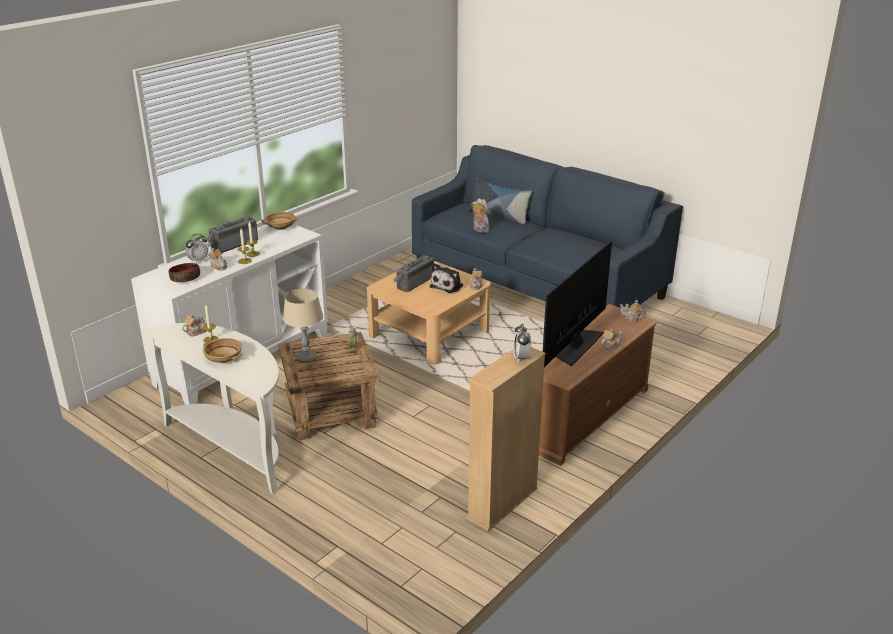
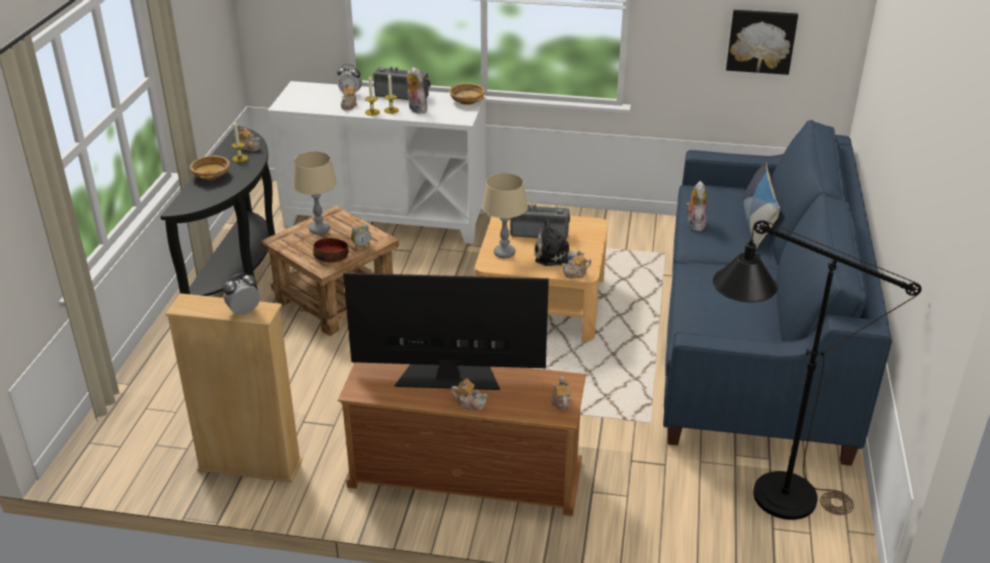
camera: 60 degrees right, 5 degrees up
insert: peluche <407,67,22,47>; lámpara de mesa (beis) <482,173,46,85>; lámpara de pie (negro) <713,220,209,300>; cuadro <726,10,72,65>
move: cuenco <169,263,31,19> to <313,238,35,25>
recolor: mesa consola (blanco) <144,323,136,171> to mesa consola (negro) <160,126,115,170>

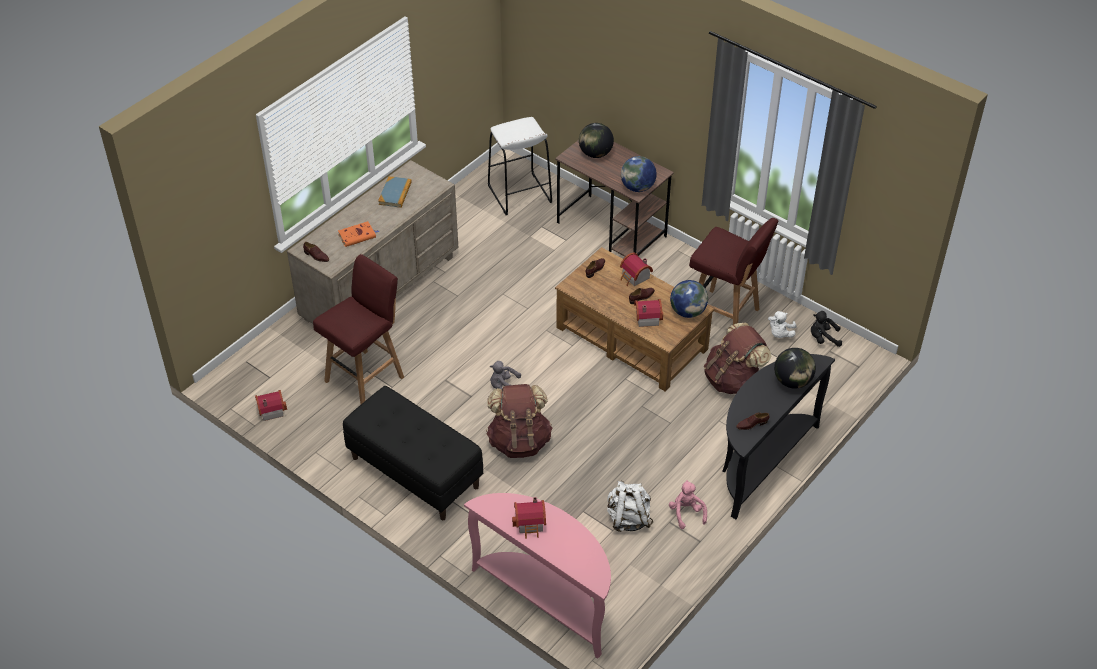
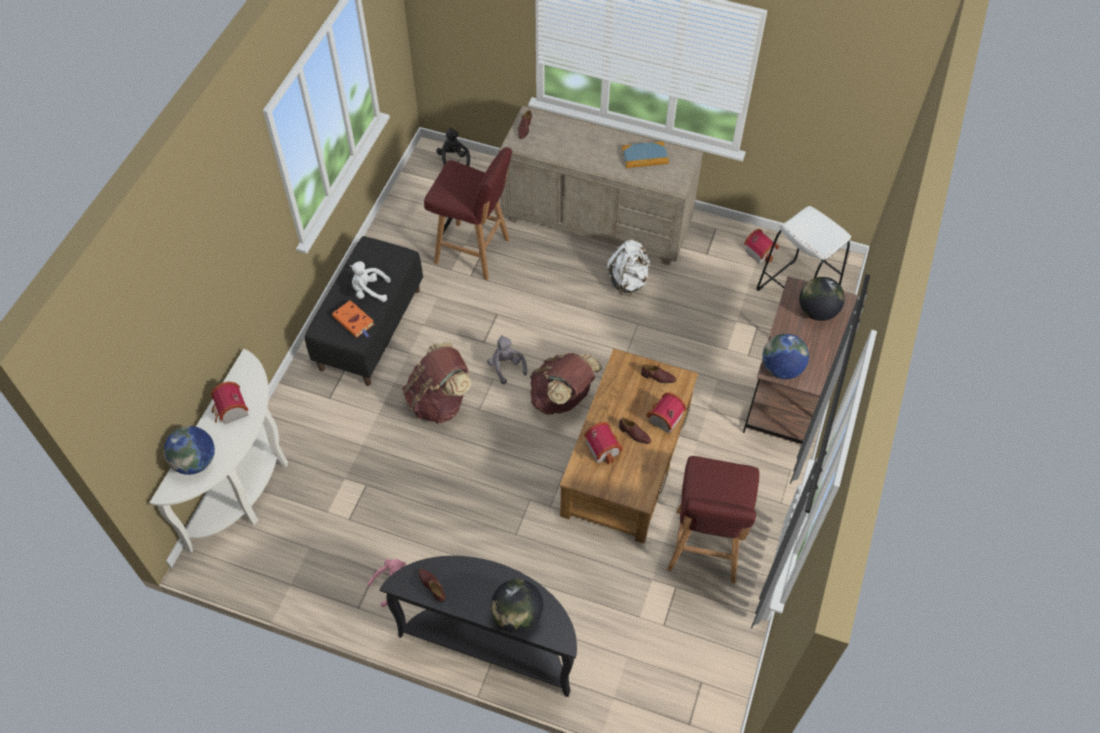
camera: 70 degrees right, 10 degrees up
move: casita <255,390,32,31> to <744,229,35,35>; libro (naranja) <338,221,41,26> to <332,300,42,38>; mochila (blanco) <607,481,46,51> to <606,240,44,56>; globo terráqueo <670,280,38,38> to <164,426,51,49>; mochila (marrón) <704,323,67,71> to <530,353,72,62>; peluche (blanco) <768,311,28,27> to <350,261,41,41>; peluche (negro) <811,311,31,36> to <436,128,34,38>
recolor: mesa consola (rosa) <464,493,147,166> to mesa consola (blanco) <149,349,139,204>

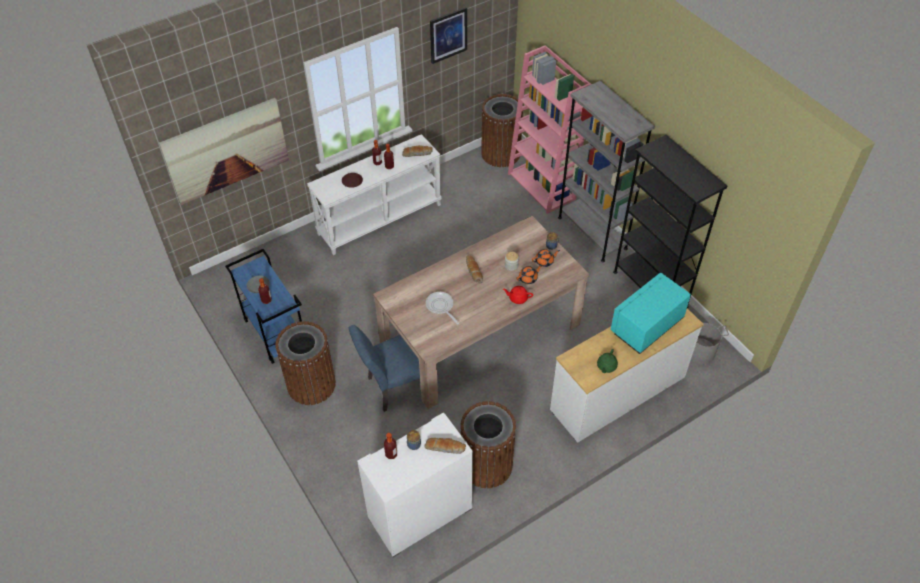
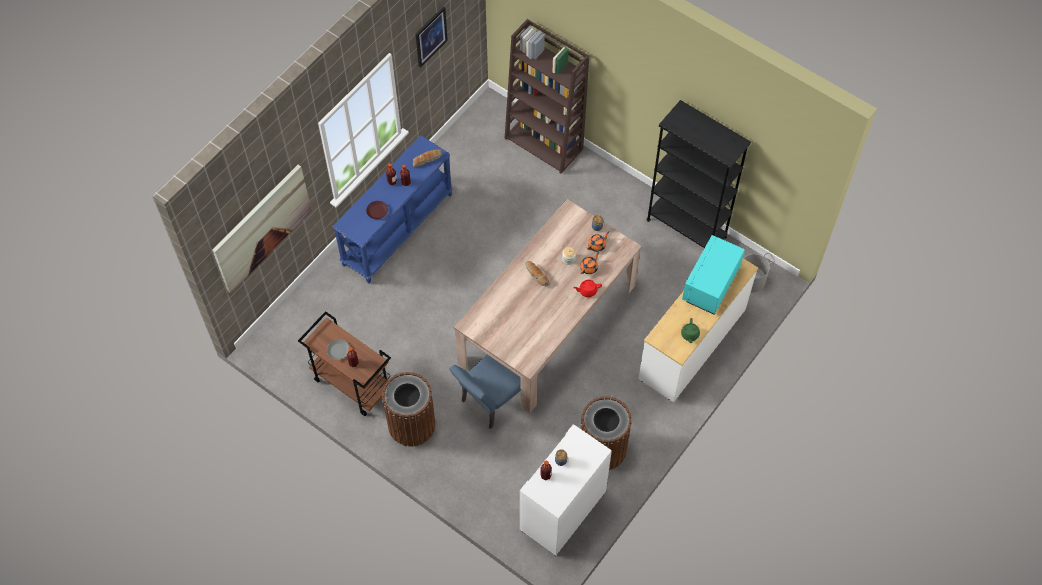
camera: 20 degrees left, 10 degrees up
delete: pan <424,438,42,16>; sartén <426,292,33,33>; papelera (marrón) <481,94,43,73>; estantería (gris) <558,81,97,181>
recolor: carrito (azul) <225,249,77,115> to carrito (marrón) <298,311,93,105>; mesa consola (blanco) <307,134,135,121> to mesa consola (azul) <332,135,121,149>; estantería (rosa) <508,45,83,169> to estantería (marrón) <504,19,85,155>

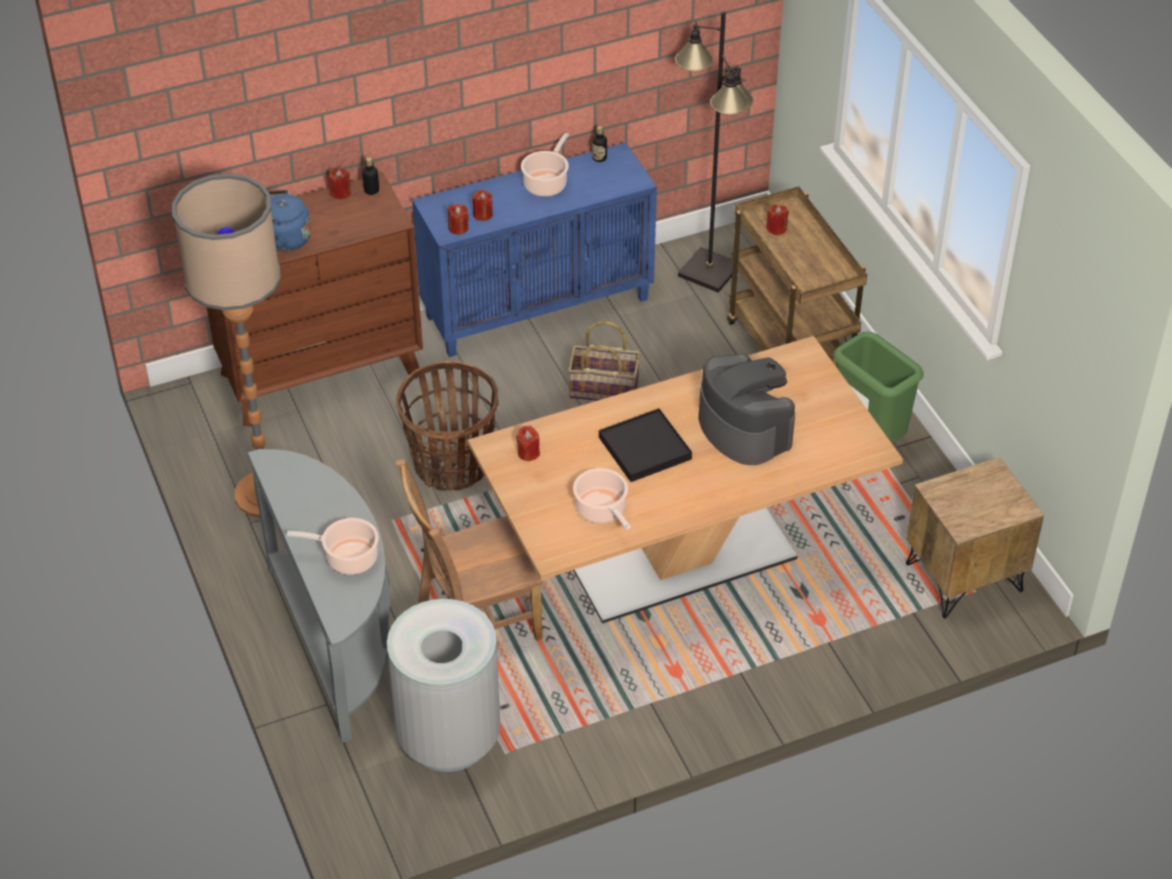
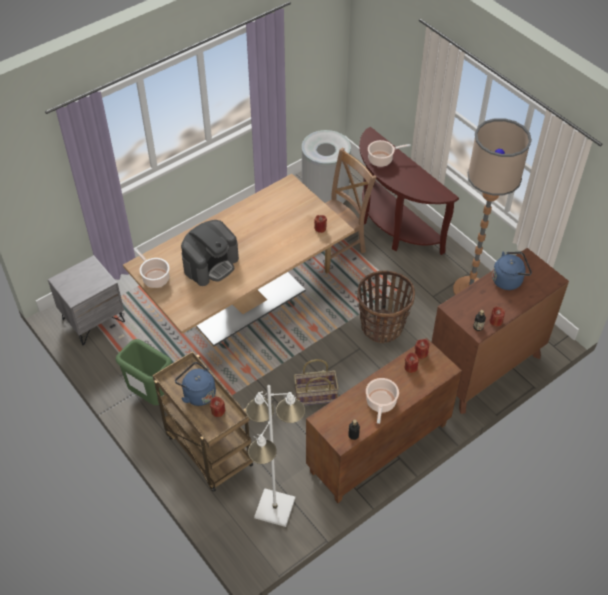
camera: 165 degrees right, 5 degrees up
delete: bandeja (negro) <599,408,93,74>
insert: hervidor (azul) <175,362,41,44>
move: olla <573,468,58,62> to <134,249,36,39>
recolor: mesa consola (gris) <248,449,142,294> to mesa consola (marrón) <359,127,100,128>; armario (azul) <412,143,245,214> to armario (marrón) <306,338,156,165>; lámpara de pie (negro) <675,11,78,282> to lámpara de pie (blanco) <246,385,59,142>; mesita de noche (marrón) <906,457,138,161> to mesita de noche (gris) <48,255,77,90>
rotate: cafetera <698,354,97,111> = <181,220,58,66> 90 degrees counterclockwise

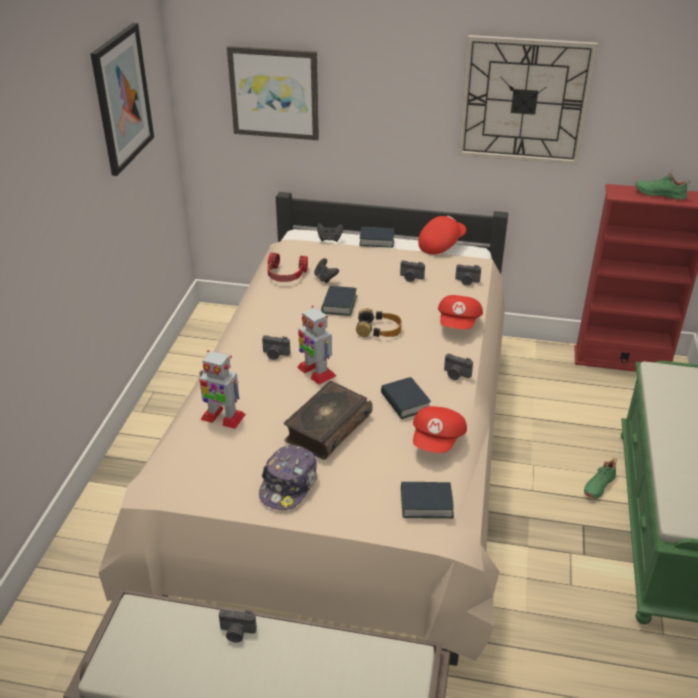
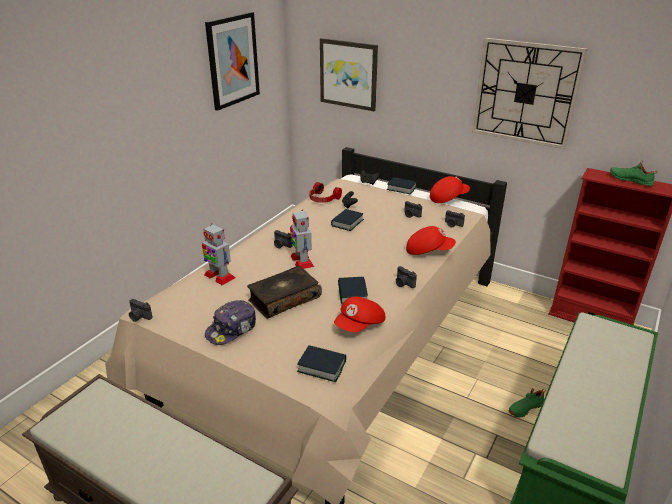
camera: 20 degrees right, 5 degrees down
delete: auriculares <356,308,46,29>
move: cámara <219,609,38,34> to <129,299,24,23>
rotate: gorra (rojo) <438,295,45,34> = <406,226,50,29> 120 degrees counterclockwise

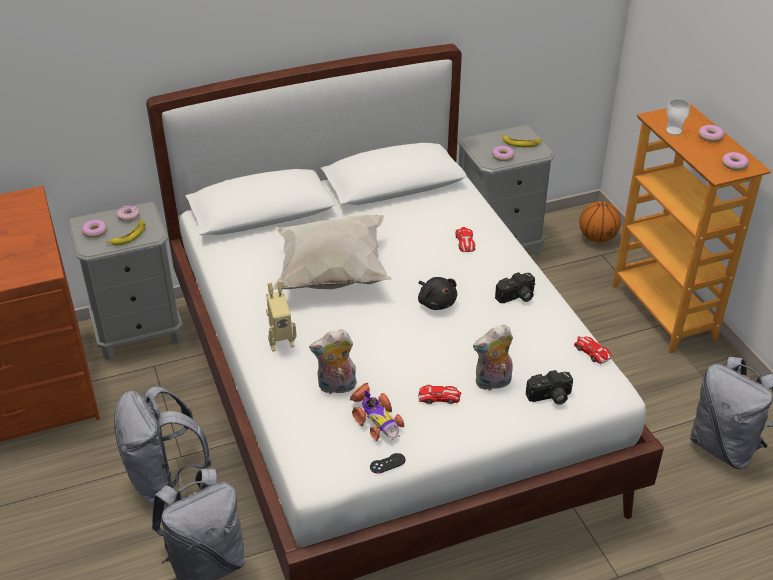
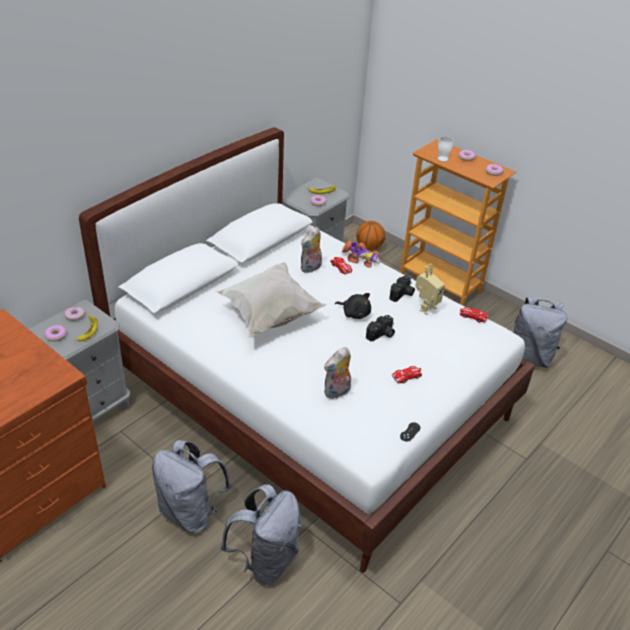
camera: 30 degrees left, 0 degrees up
move: robot de juguete <266,280,31,72> to <415,264,30,51>; coche de juguete <350,383,54,58> to <342,239,39,28>; peluche <473,325,40,65> to <300,227,22,46>; cámara <526,370,47,35> to <366,315,29,27>

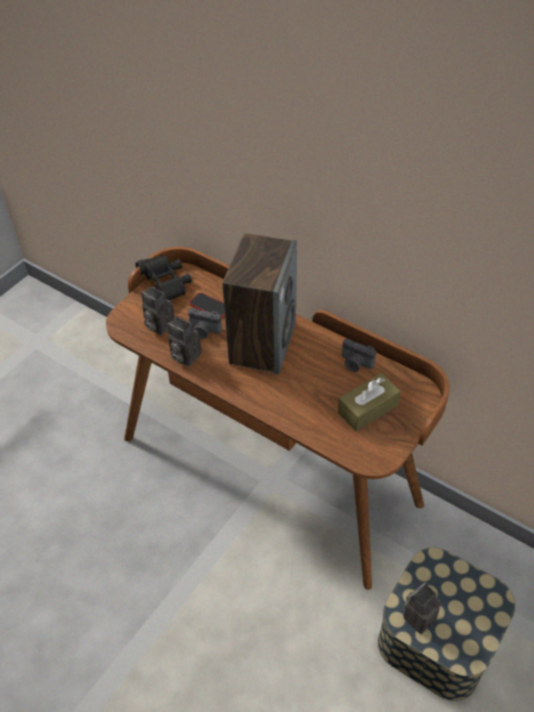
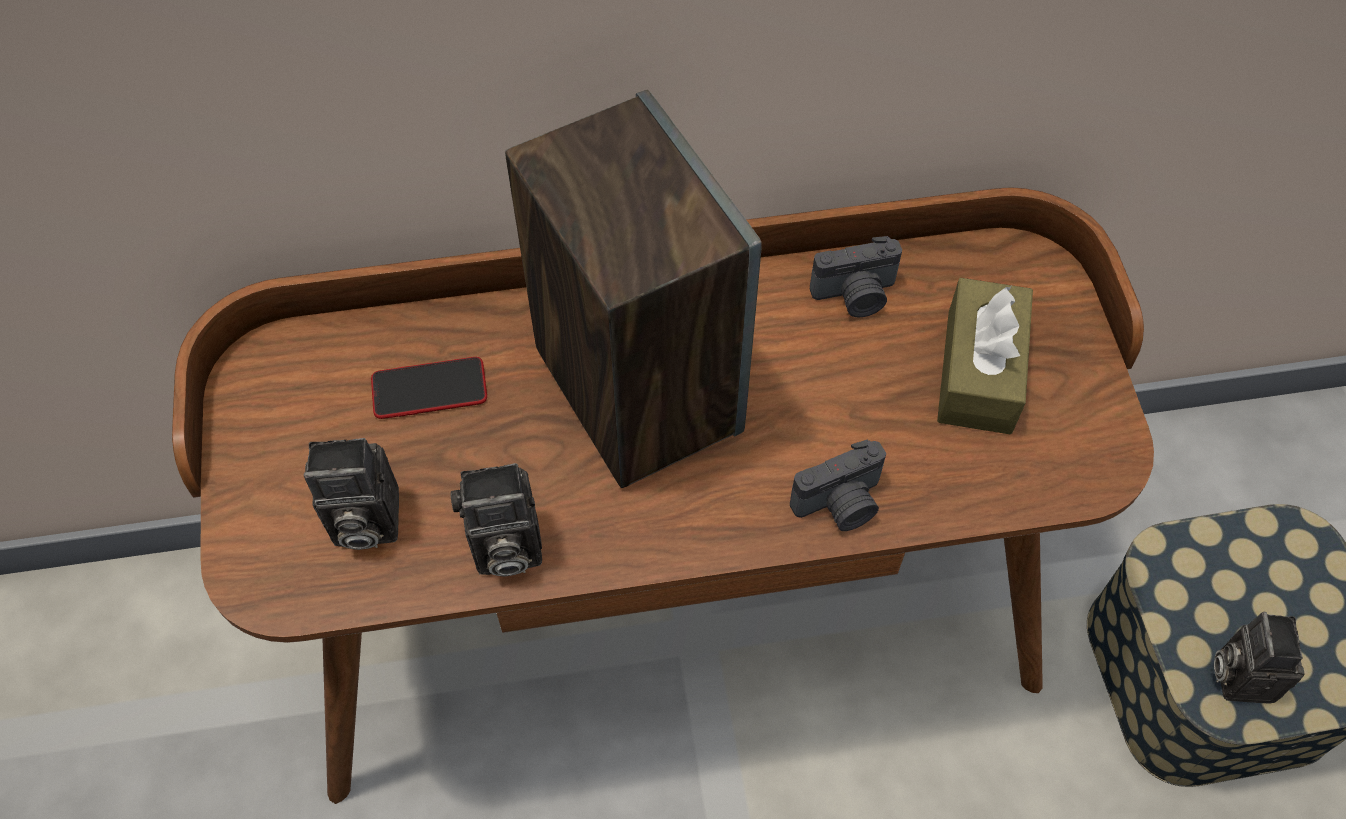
camera: 45 degrees left, 10 degrees up
delete: prismáticos (negro) <135,255,57,45>
move: cámara <188,308,34,31> to <790,440,96,91>

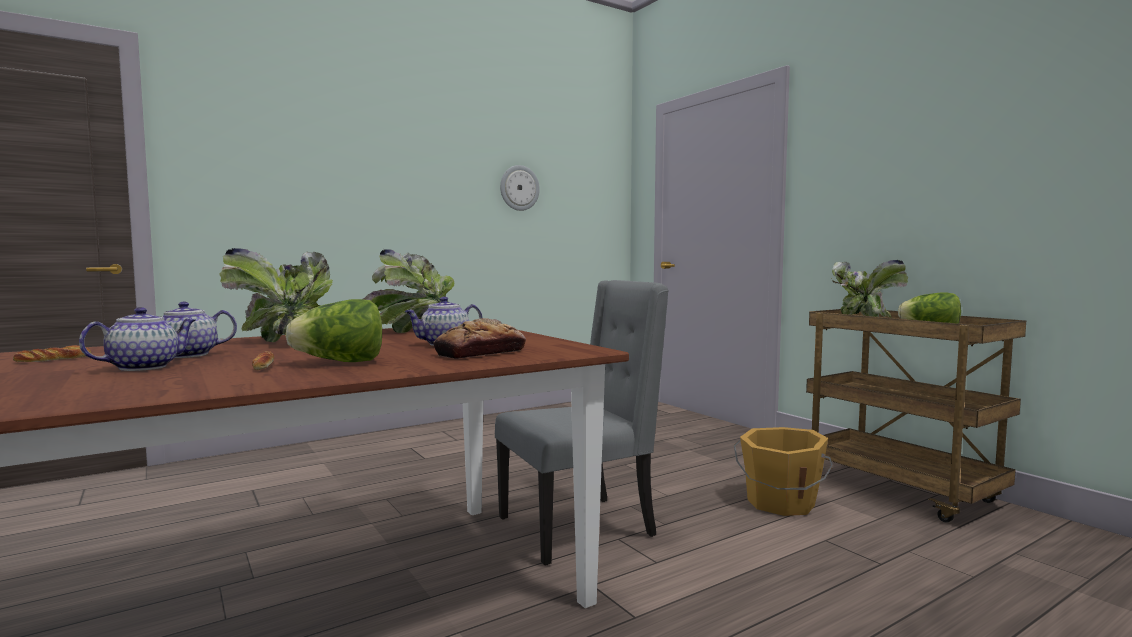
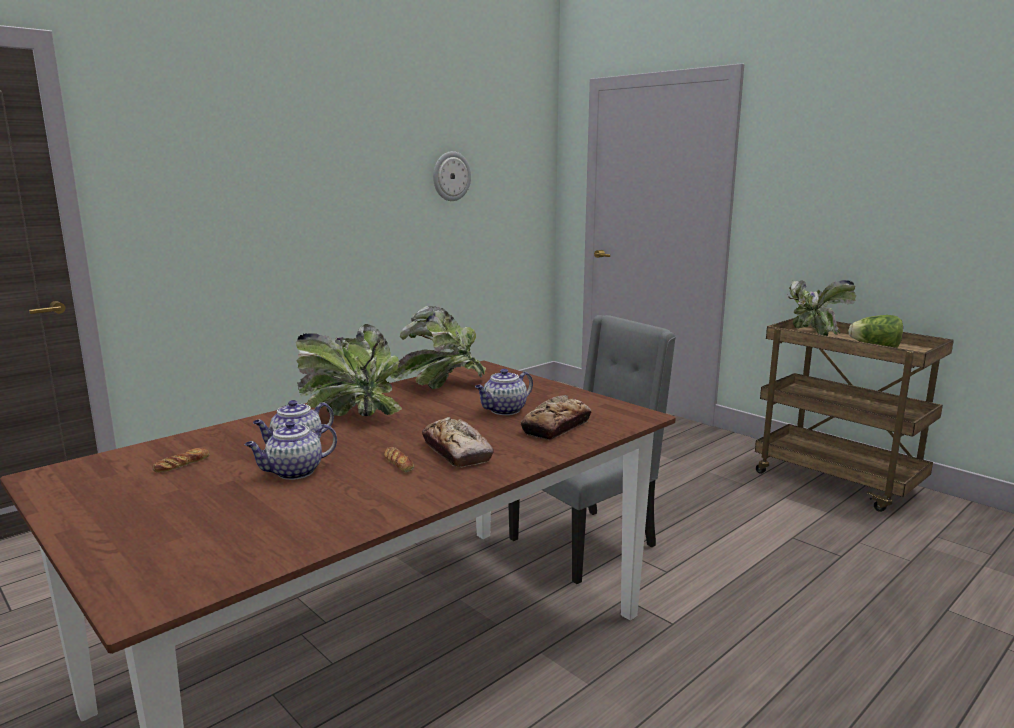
camera: 10 degrees left, 10 degrees up
delete: cubo (naranja) <734,427,99,89>
replace: lechuga <285,299,97,63> to pan <422,417,72,51>
rotate: tetera <79,307,117,64> = <245,421,92,59> 150 degrees counterclockwise

